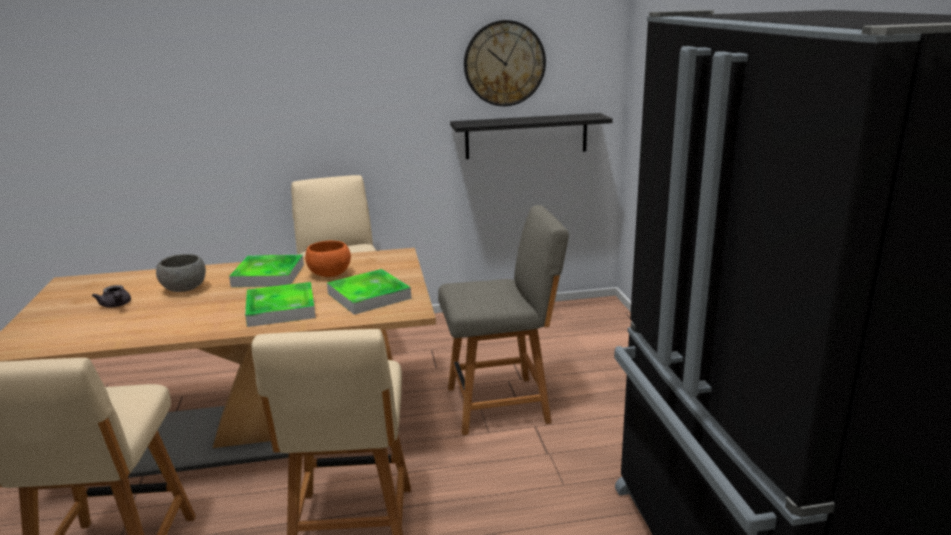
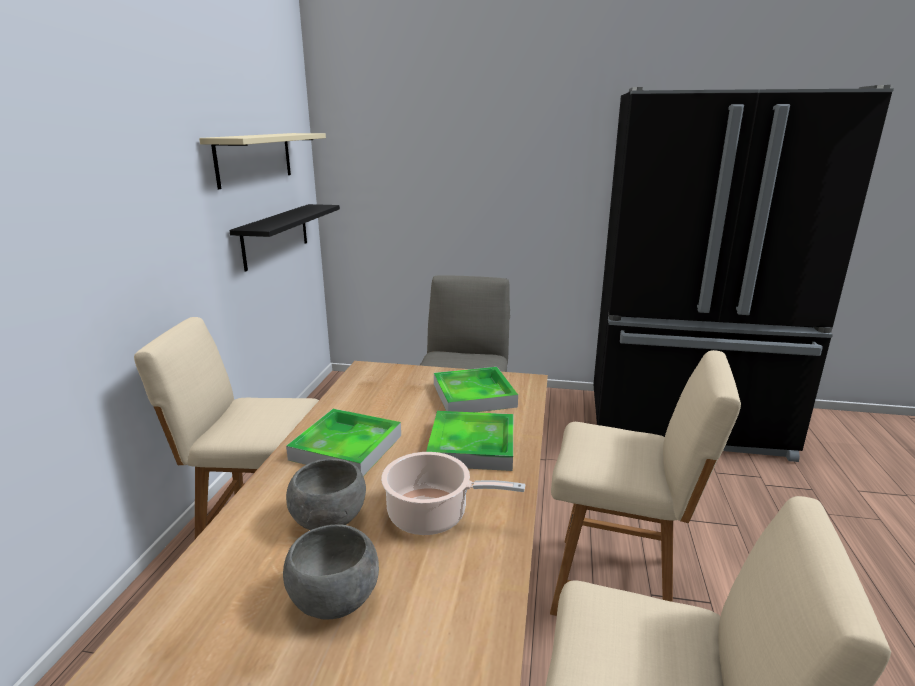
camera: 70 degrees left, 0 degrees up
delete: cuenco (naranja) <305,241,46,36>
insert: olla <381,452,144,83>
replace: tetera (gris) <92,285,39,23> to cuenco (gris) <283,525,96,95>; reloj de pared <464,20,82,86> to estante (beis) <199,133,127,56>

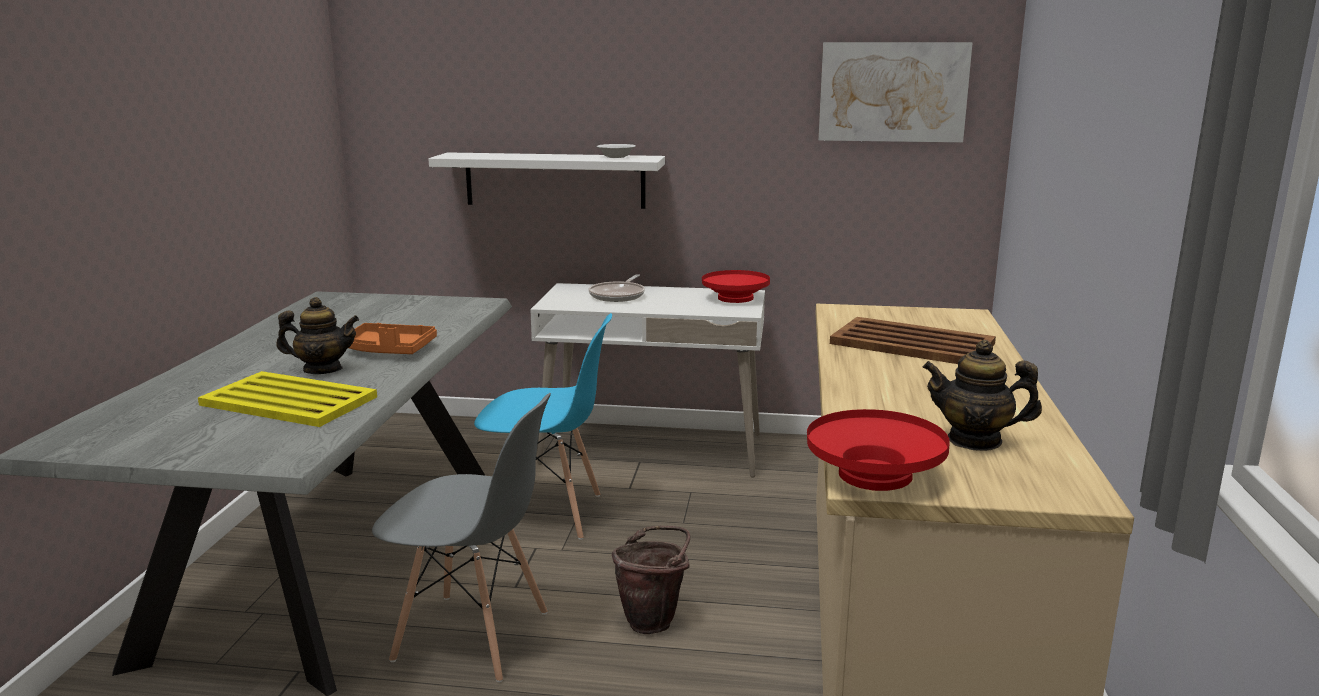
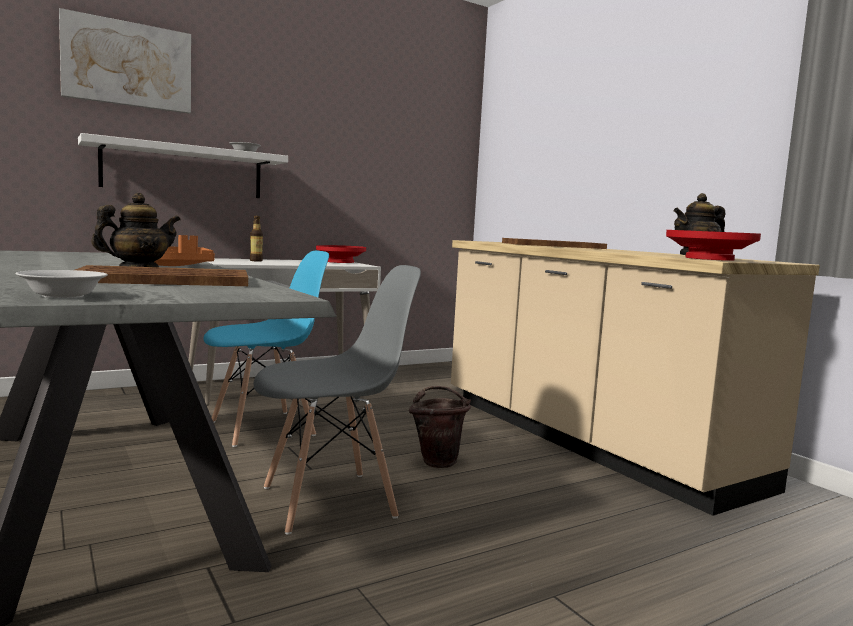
camera: 40 degrees left, 10 degrees down
insert: cuenco (blanco) <15,270,93,28>
move: cuadro <818,42,155,100> to <59,8,132,106>
replace: sartén <589,274,56,28> to botella <250,216,13,46>
recolor: bandeja (amarillo) <198,371,179,56> to bandeja (marrón) <75,265,173,21>

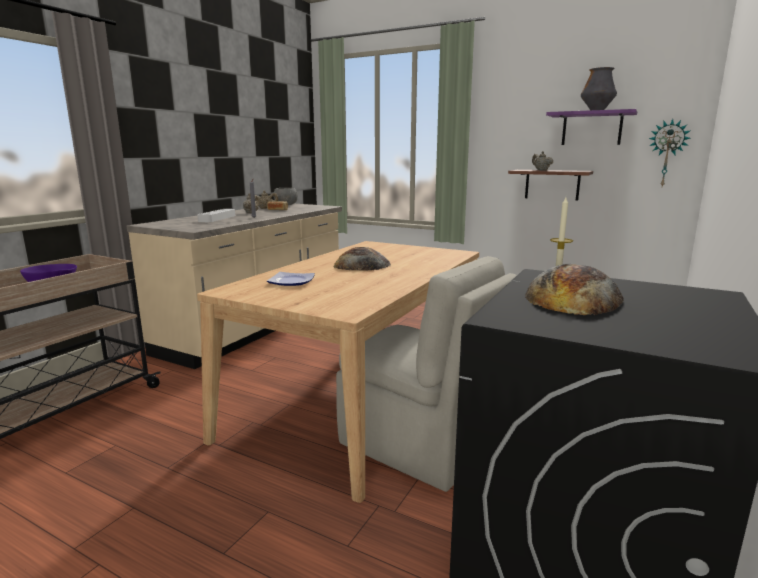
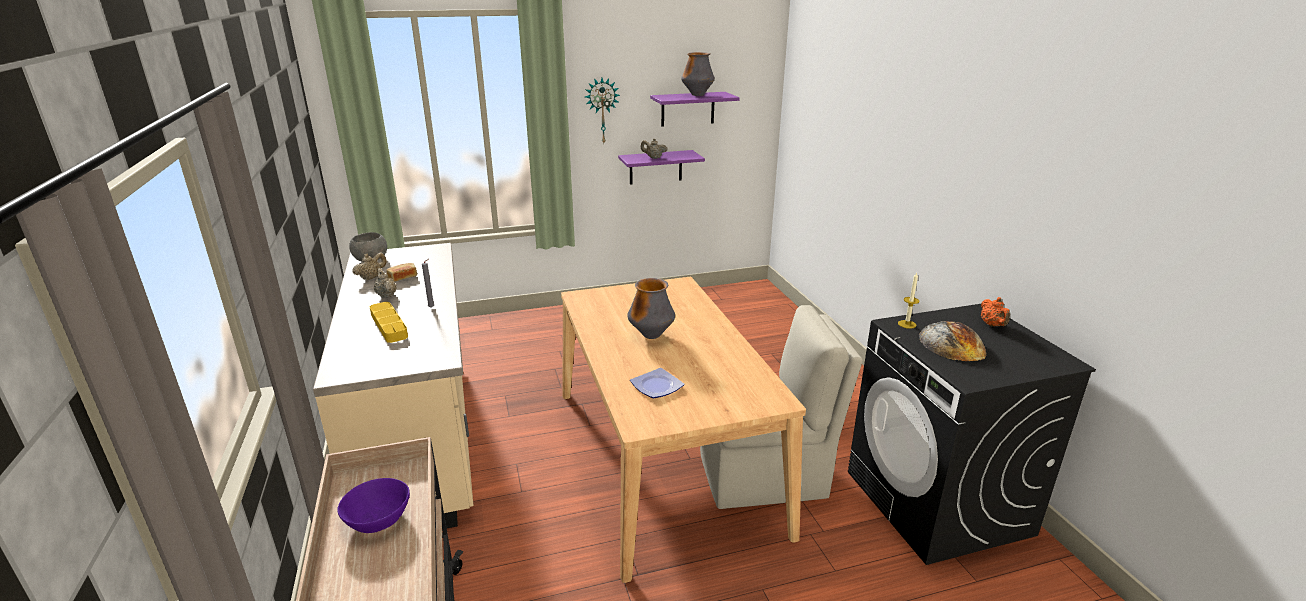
camera: 45 degrees left, 10 degrees up
insert: tetera (naranja) <981,297,29,30>
move: reloj de pared <649,119,42,67> to <585,78,35,65>
replace: pan <334,247,57,23> to florero <627,278,48,61>
recolor: bandeja (blanco) <197,209,38,13> to bandeja (amarillo) <370,302,38,41>; estante (marrón) <508,170,85,31> to estante (morado) <618,150,87,35>

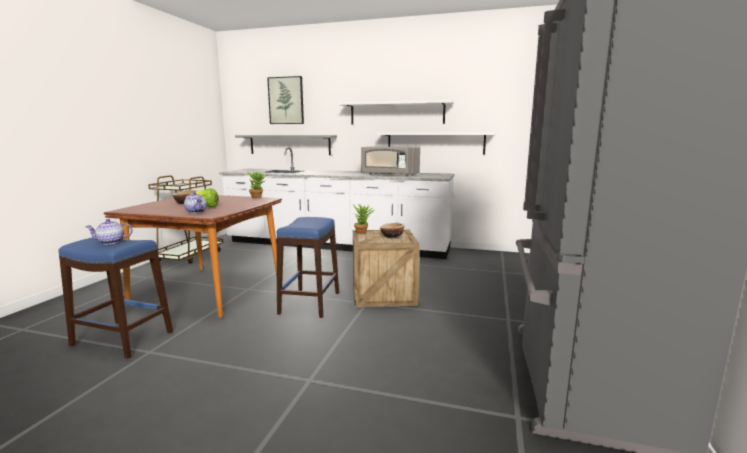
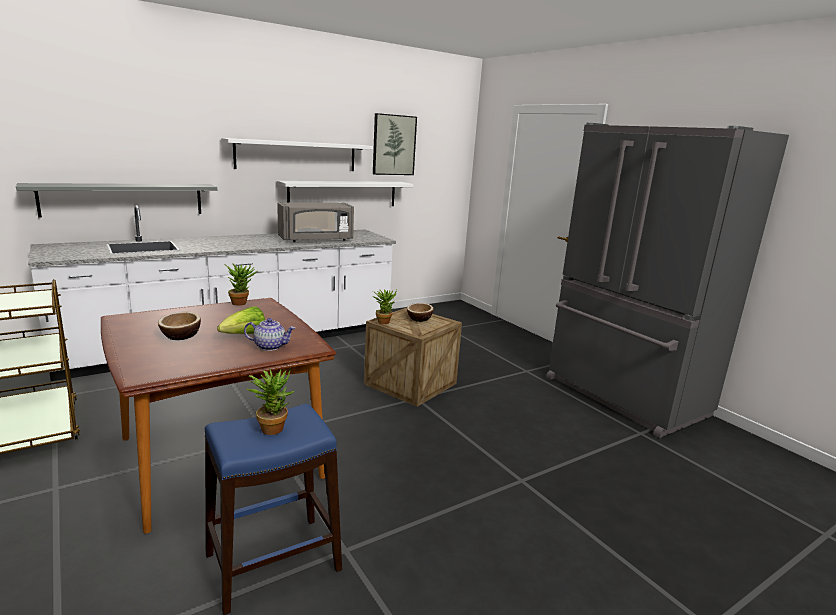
camera: 50 degrees left, 5 degrees up
delete: taburete (azul) <277,217,62,101>
move: cuadro <267,76,37,48> to <373,113,44,62>
replace: tetera <85,219,48,26> to planta en maceta <247,367,47,68>

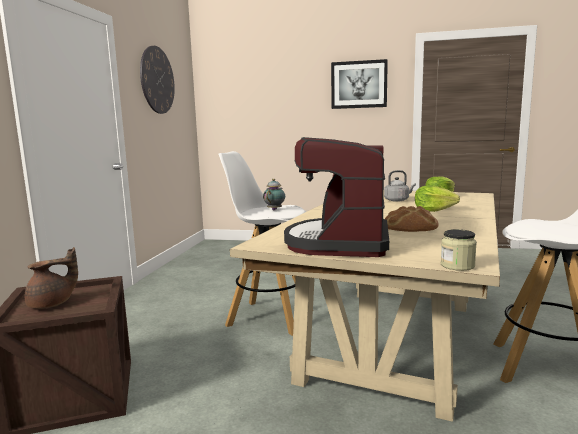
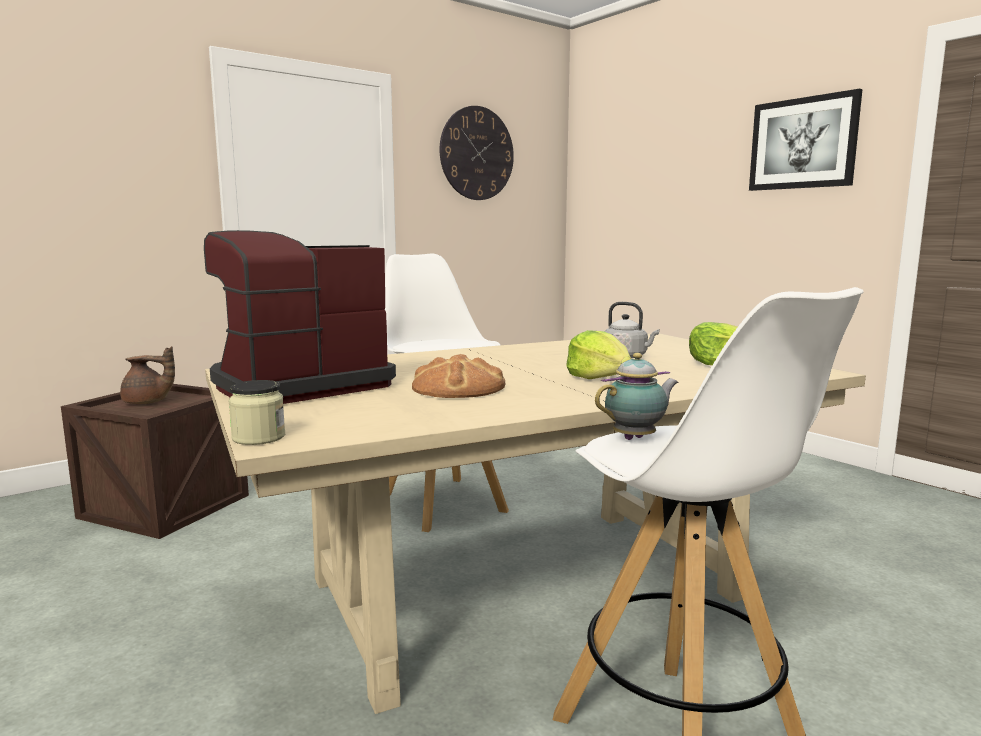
camera: 40 degrees right, 0 degrees up
move: tetera <263,179,22,31> to <595,353,83,87>

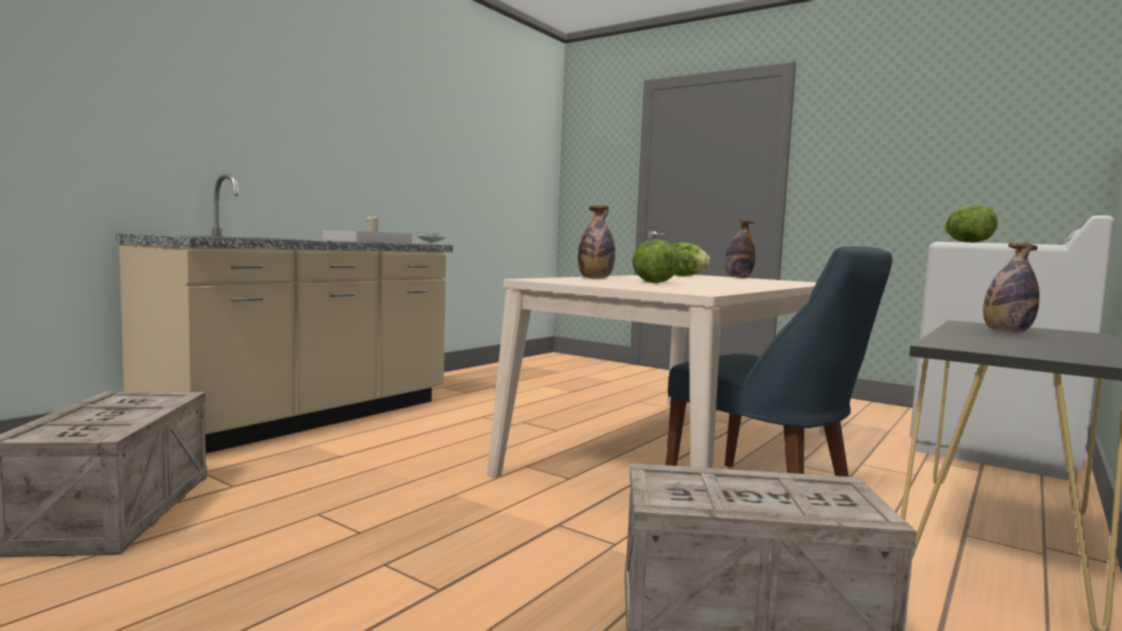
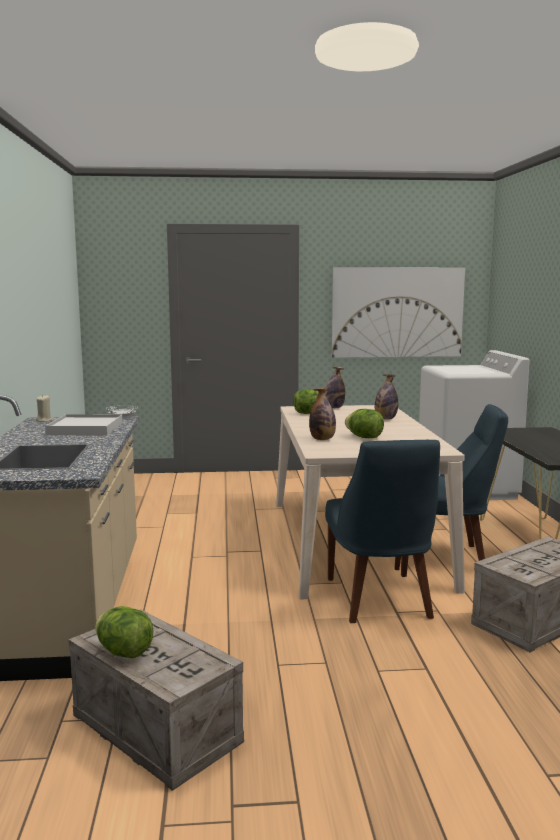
camera: 40 degrees left, 5 degrees up
insert: silla (azul) <325,440,115,183>; cuadro <332,267,133,91>
move: lechuga <944,205,54,38> to <95,606,58,52>; botella <983,243,57,90> to <375,374,23,46>

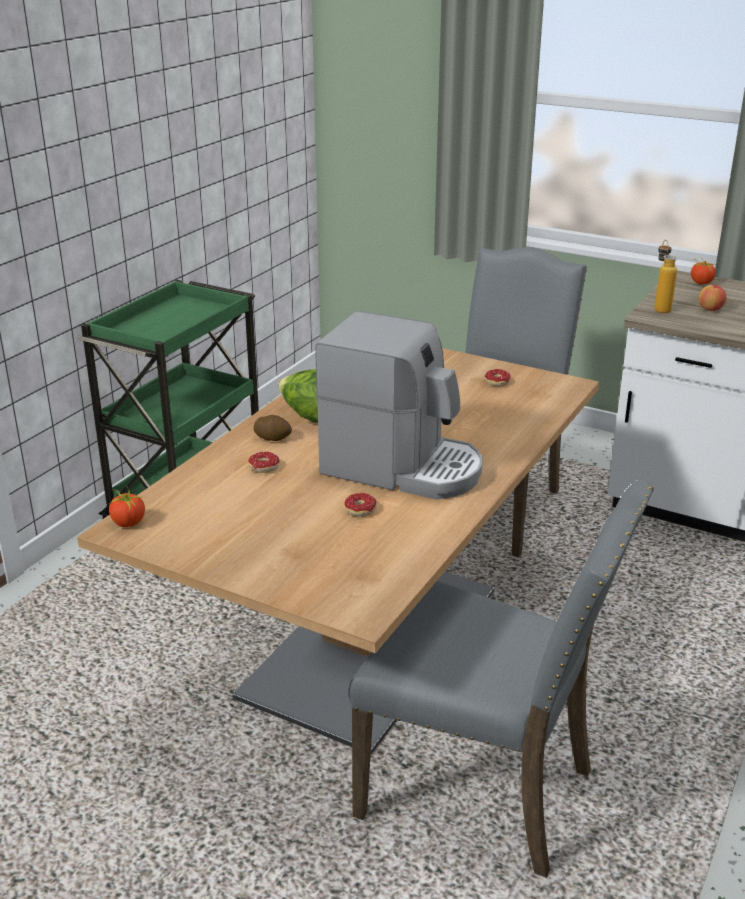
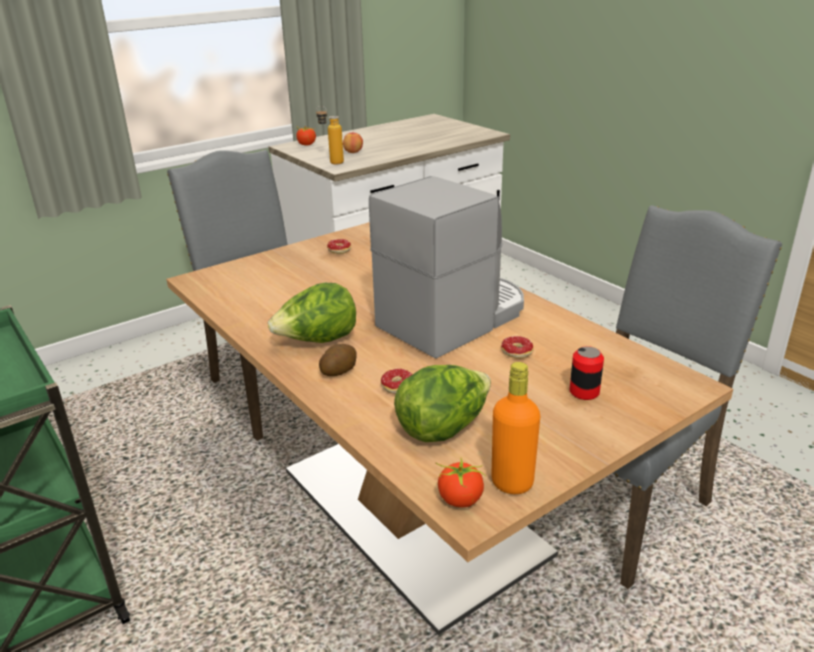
camera: 65 degrees left, 0 degrees up
insert: lechuga <394,365,97,77>; botella (naranja) <491,362,49,132>; lata <570,346,34,54>

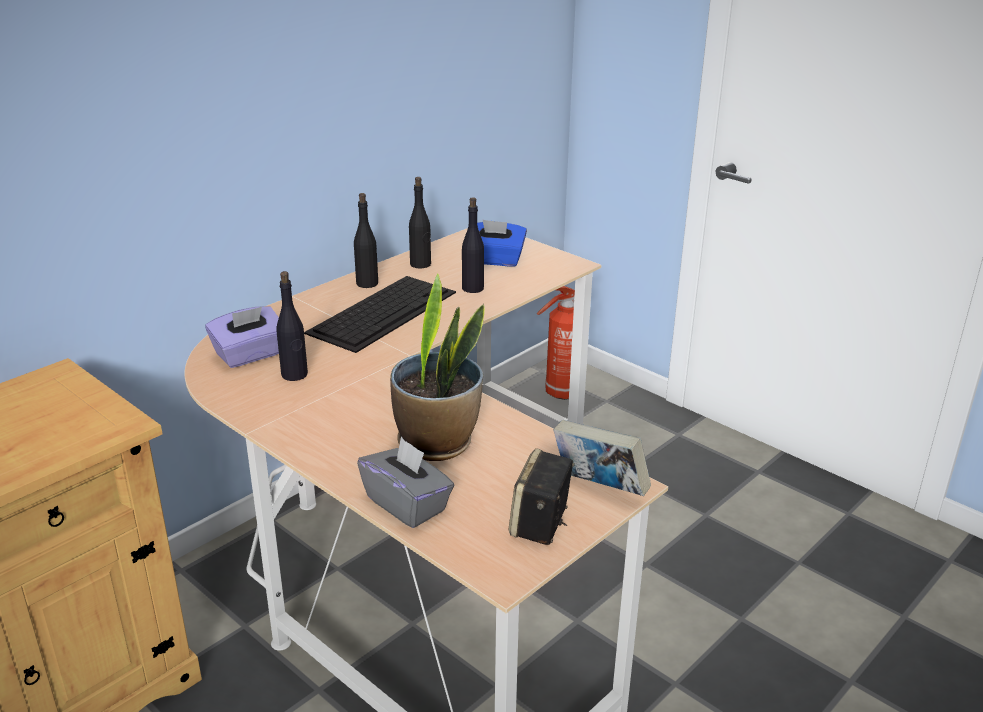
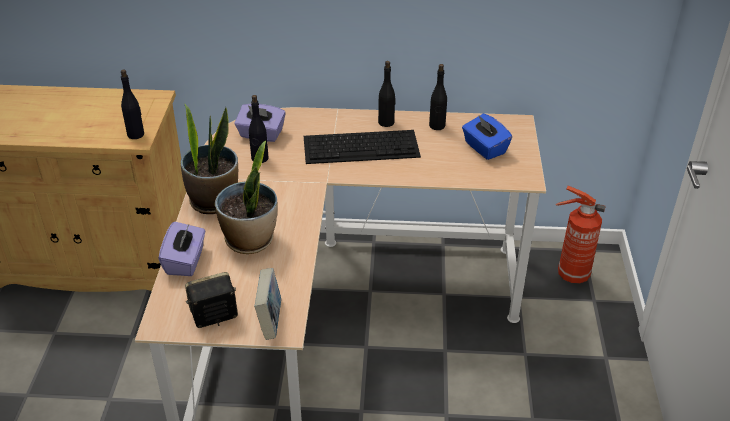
camera: 50 degrees right, 10 degrees up
insert: planta en maceta <180,103,58,111>
move: botella (negro) <462,197,22,96> to <121,70,23,69>
recolor: caja de pañuelos (gris) <357,437,97,91> to caja de pañuelos (morado) <158,221,47,55>

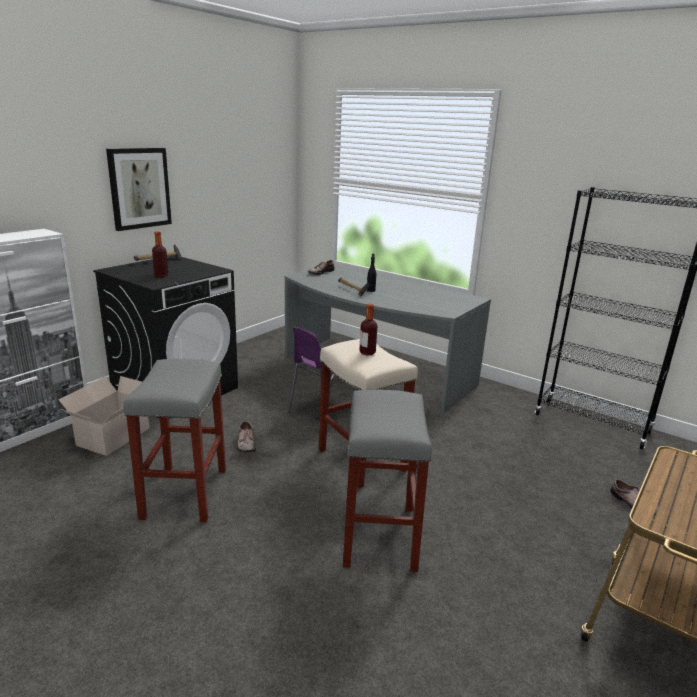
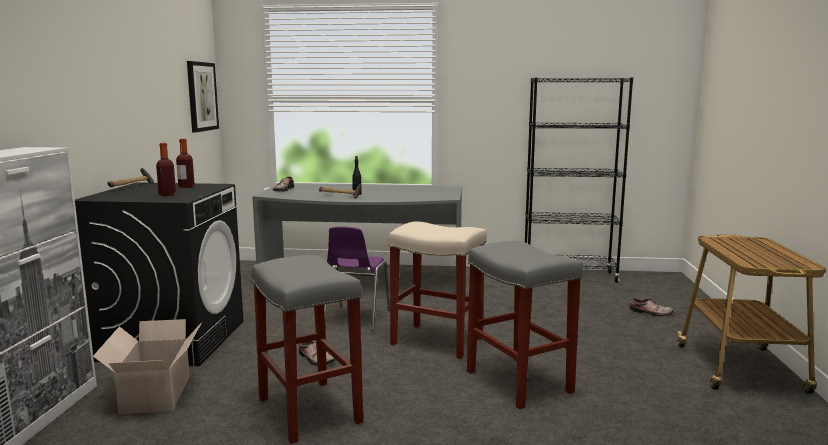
camera: 30 degrees left, 10 degrees down
move: cuadro <106,148,66,83> to <187,61,32,71>; botella <359,304,18,52> to <176,139,19,49>

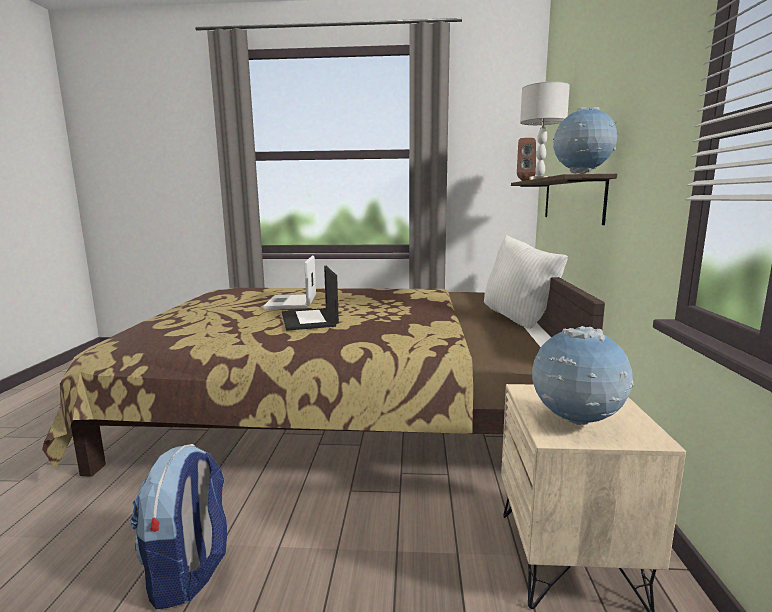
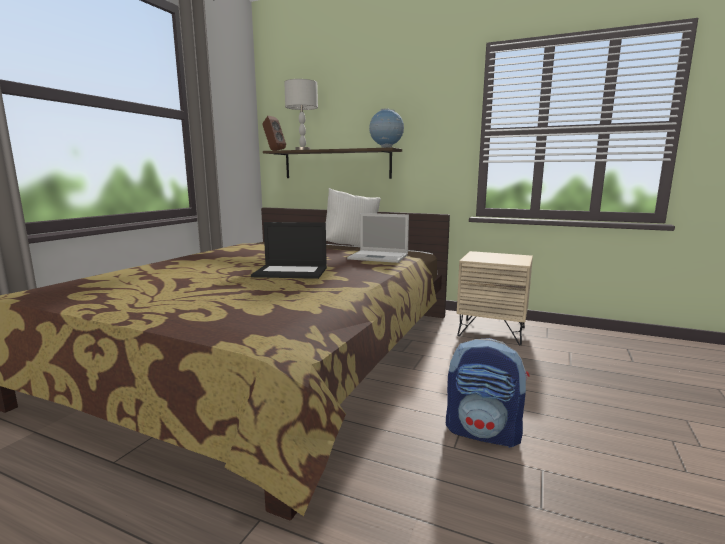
camera: 70 degrees left, 0 degrees up
delete: globo terráqueo <532,326,102,99>
move: portátil <263,256,53,53> to <347,213,62,50>

